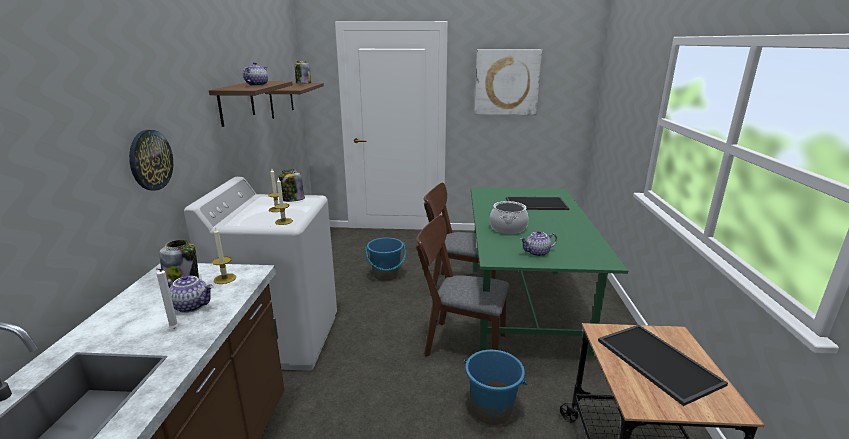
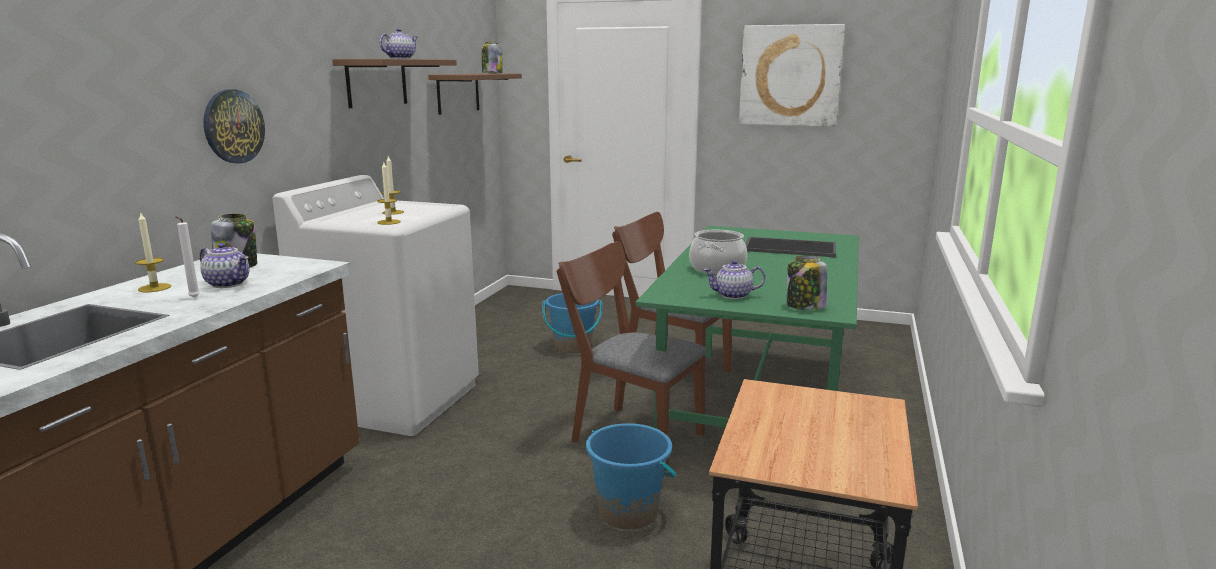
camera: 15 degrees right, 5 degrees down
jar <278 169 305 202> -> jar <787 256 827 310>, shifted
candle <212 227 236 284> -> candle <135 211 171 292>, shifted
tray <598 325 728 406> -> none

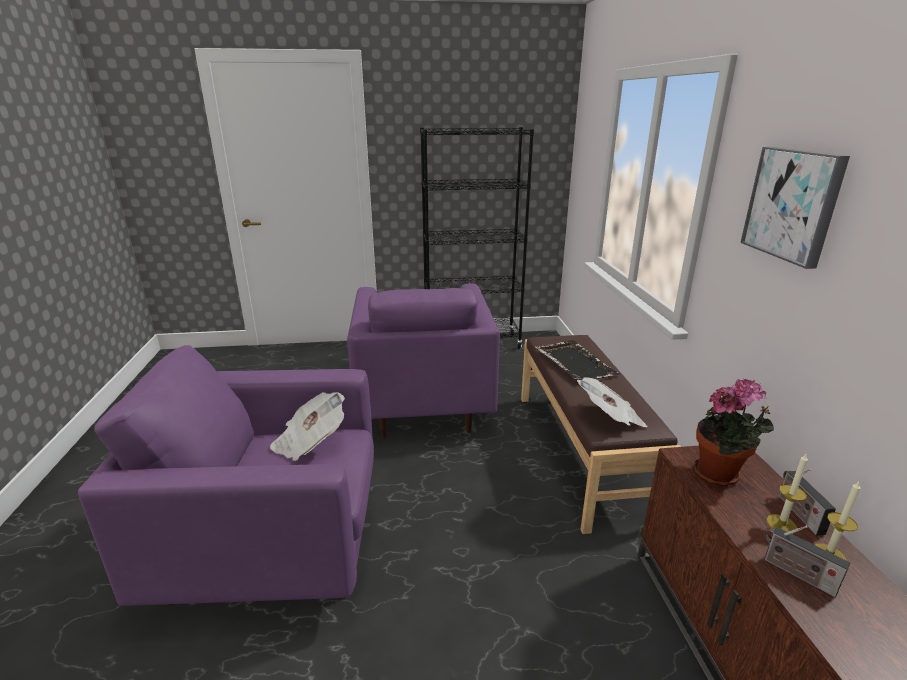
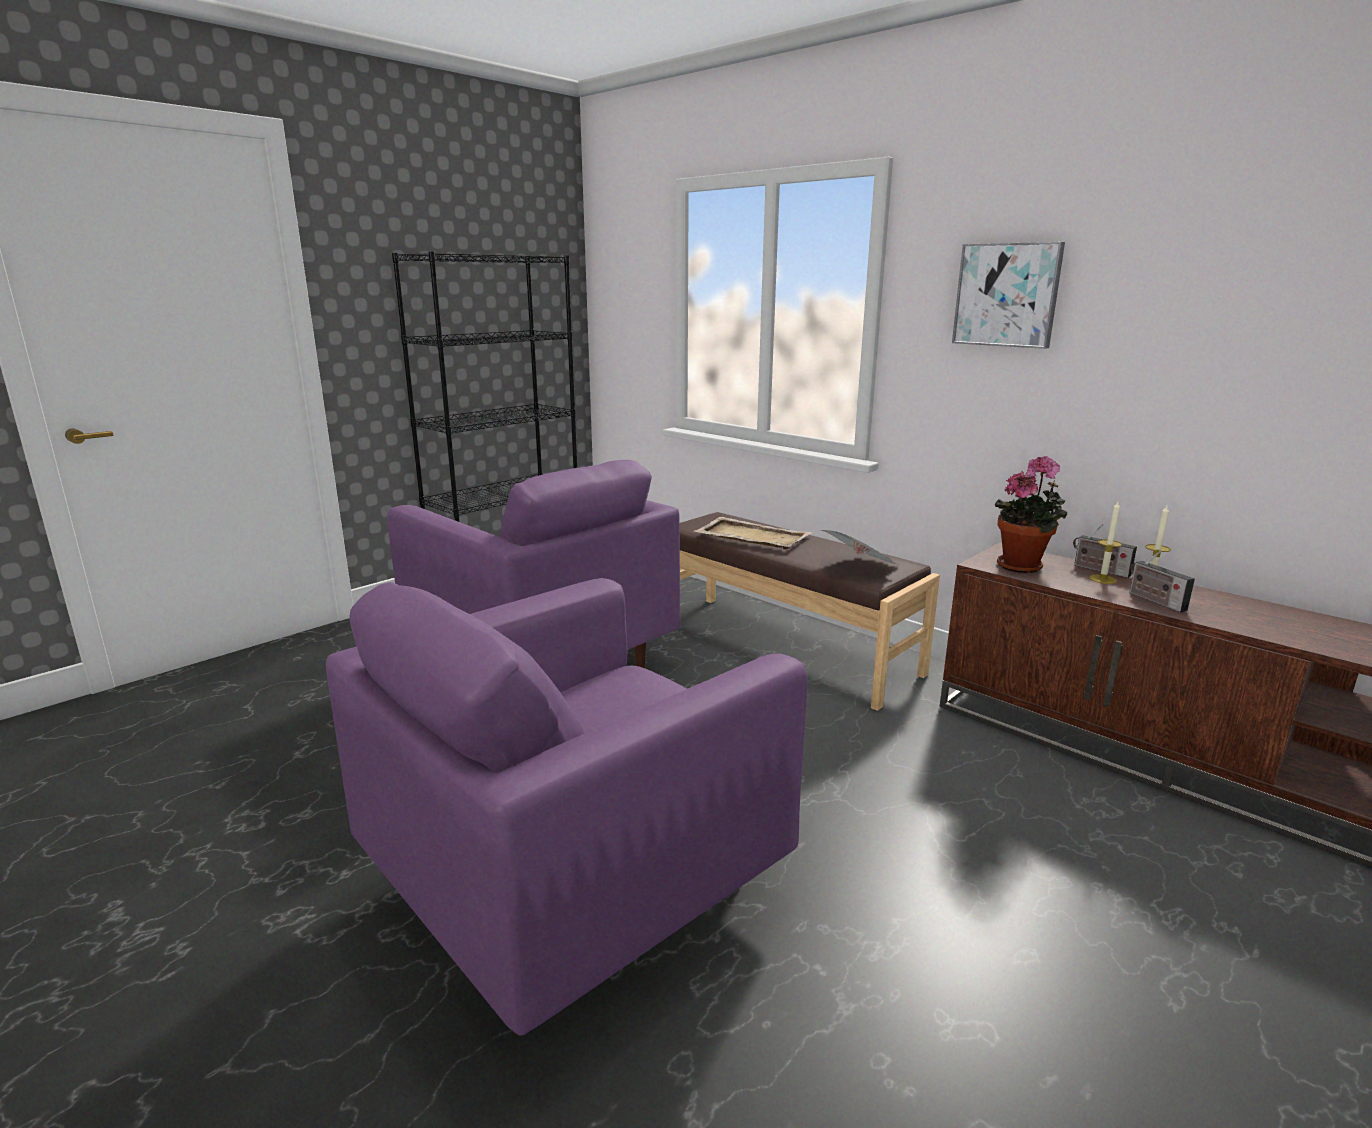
camera: 40 degrees left, 5 degrees down
black tray <535 340 621 381> -> beige tray <694 517 812 549>
newspaper <270 392 345 461> -> none
radio <764 526 850 597> -> radio <1129 550 1195 613>, 60 degrees clockwise

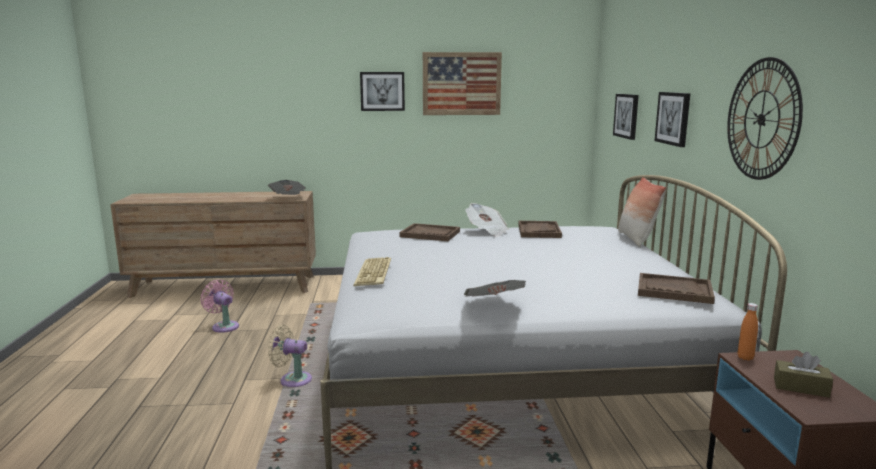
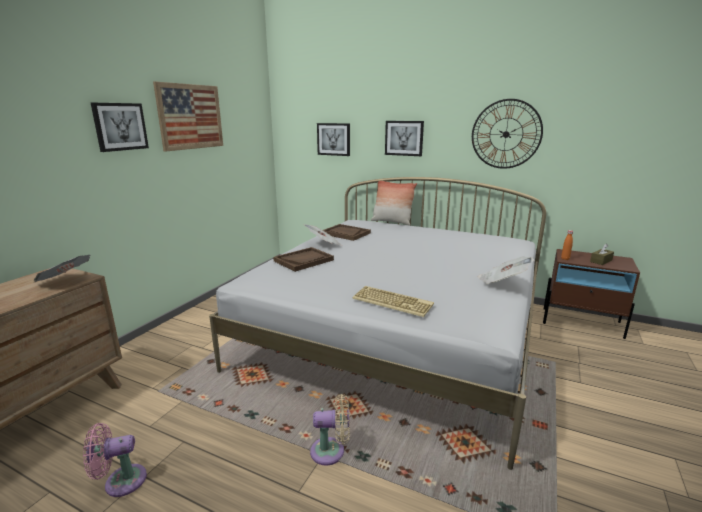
camera: 60 degrees left, 5 degrees up
brown tray <638 273 715 304> -> none
beige fan <268 325 312 387> -> beige fan <310 394 350 466>, 135 degrees counterclockwise

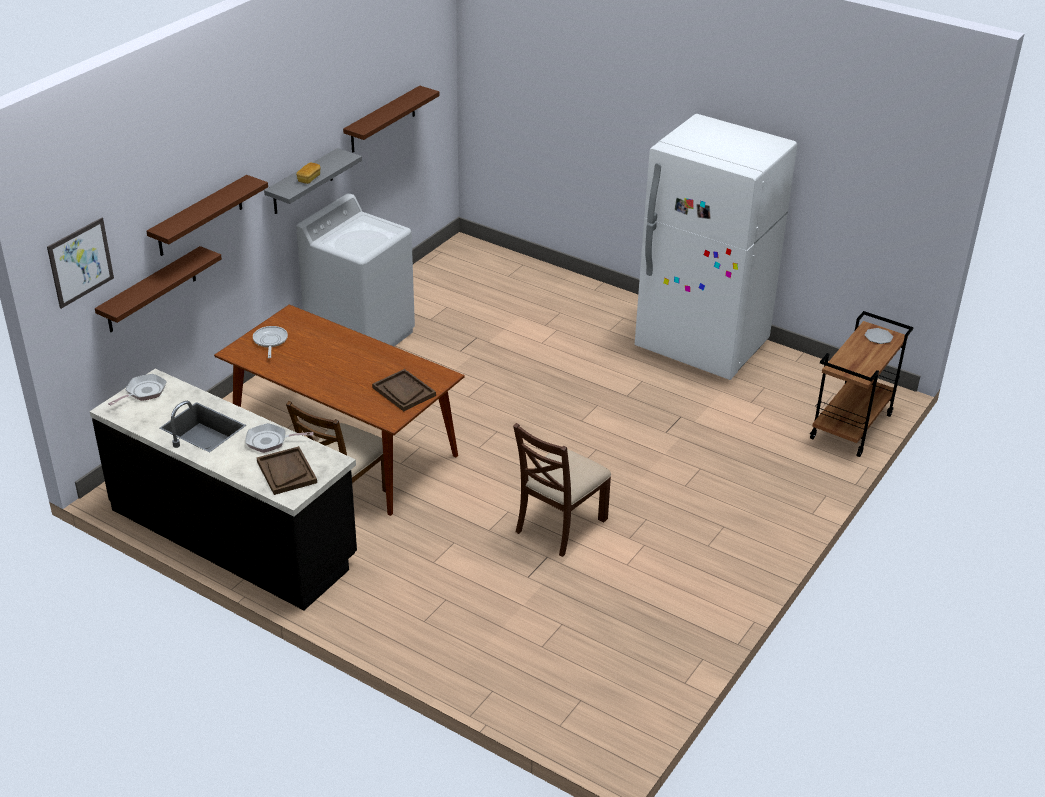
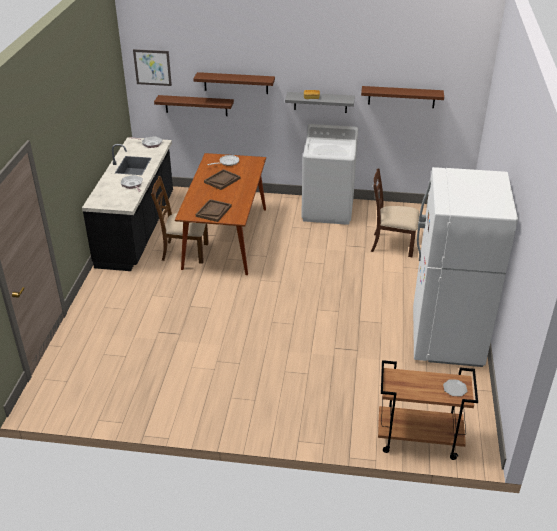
camera: 65 degrees right, 0 degrees up
brown chair <513 423 611 557> -> brown chair <371 168 419 257>, shifted
brown tray <257 446 317 495> -> brown tray <204 169 240 190>, shifted

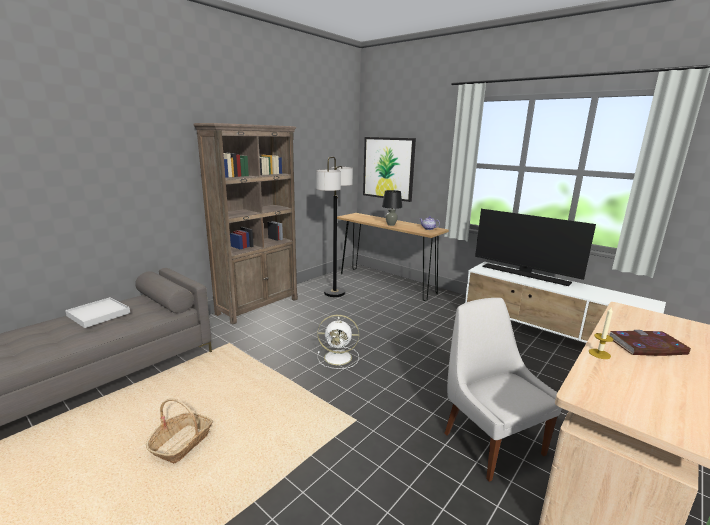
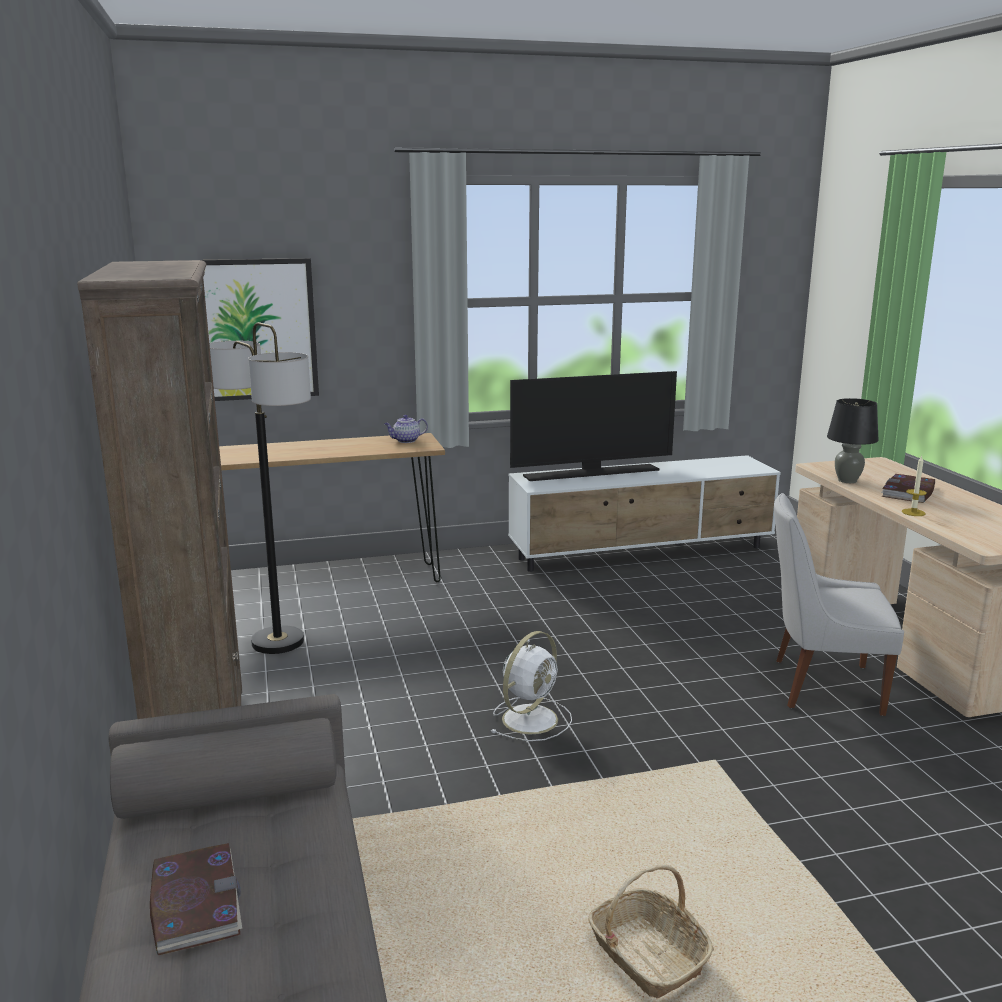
camera: 55 degrees left, 0 degrees up
black table lamp <382 190 402 226> -> black table lamp <827 398 879 483>, shifted
white tray <65 297 130 328> -> book <150 843 242 955>

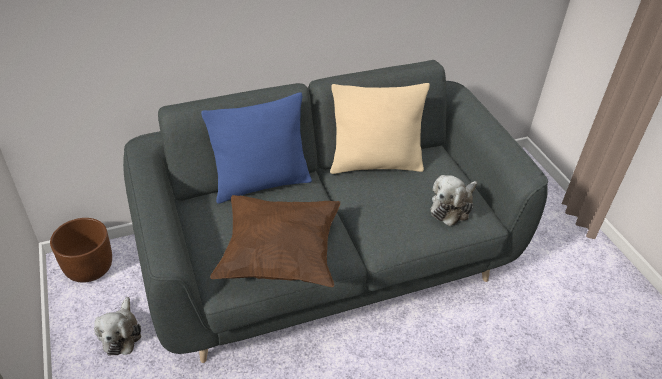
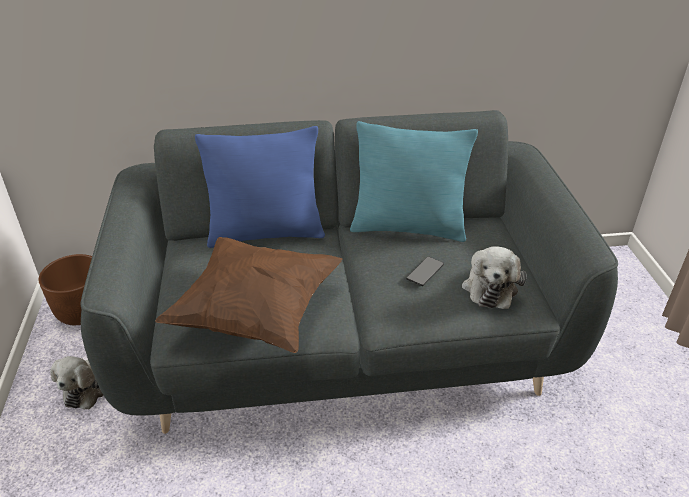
camera: 15 degrees right, 5 degrees down
beige pillow <330 83 430 174> -> turquoise pillow <350 121 478 242>
plush toy <430 175 477 226> -> plush toy <462 246 526 309>, 45 degrees counterclockwise
none -> phone <406 256 444 286>

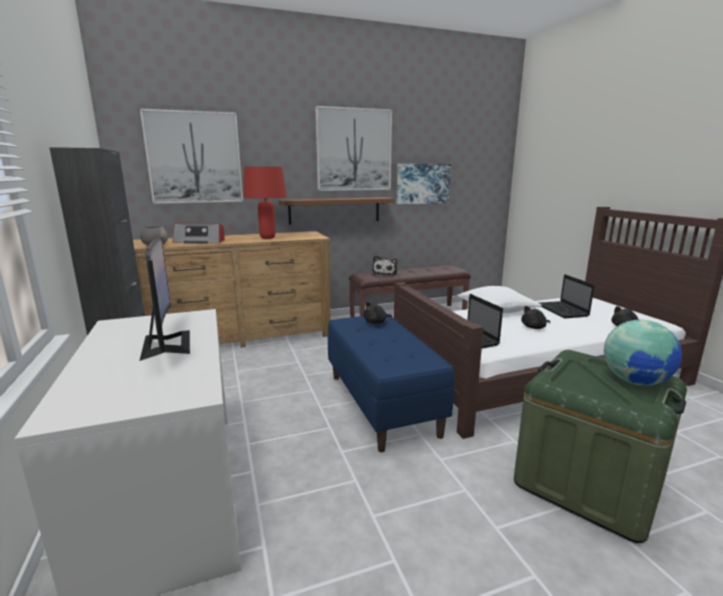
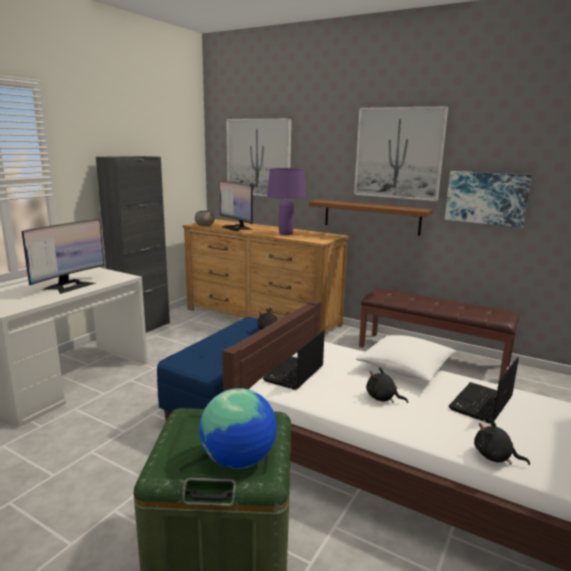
camera: 50 degrees right, 0 degrees up
red table lamp <243 167 287 239> -> purple table lamp <267 168 306 235>
radio <172 223 224 244> -> monitor <220 181 253 231>
plush toy <373 255 397 276> -> none

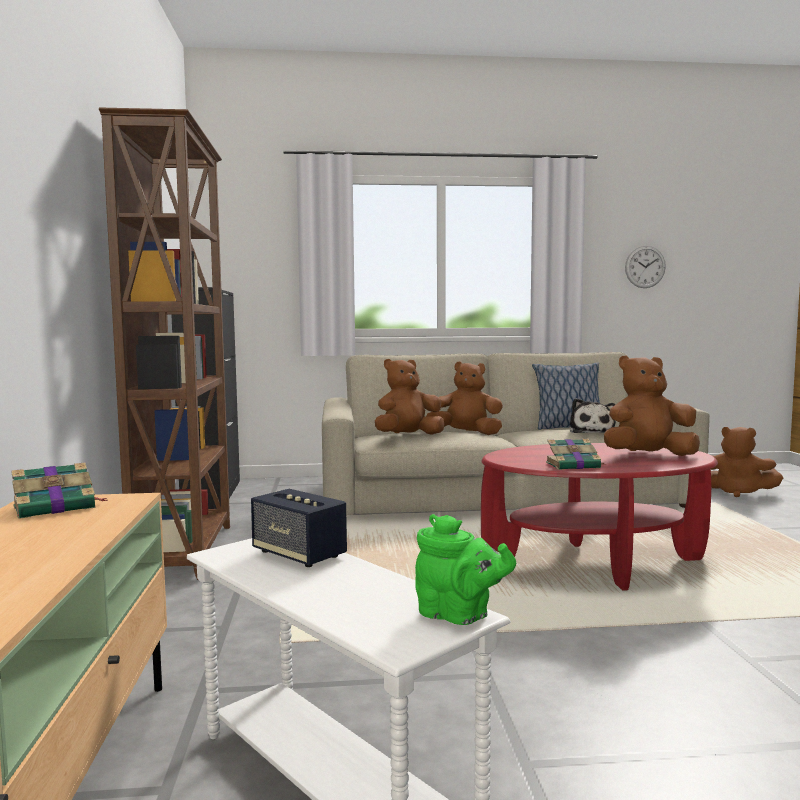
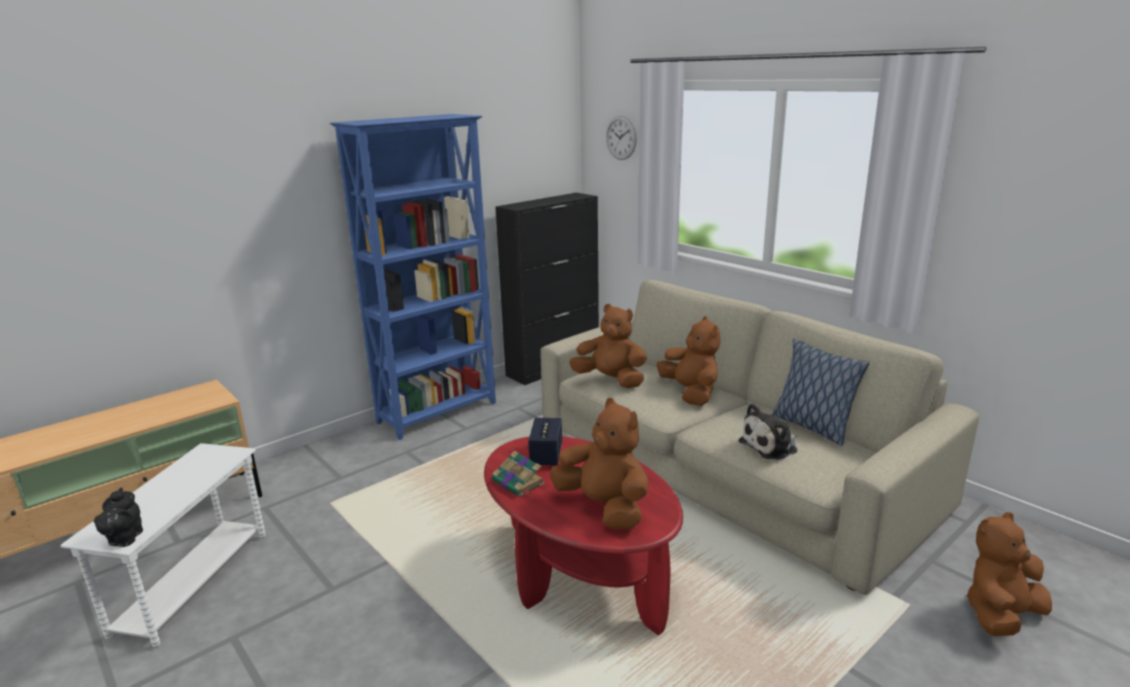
camera: 55 degrees right, 15 degrees up
brown bookcase <99 107 230 580> -> blue bookcase <330 114 496 440>
wall clock <625 246 666 288> -> wall clock <606 116 637 160>, shifted
brown plush toy <711 427 783 497> -> brown plush toy <967 512 1052 636>, 60 degrees clockwise
book <11 462 107 519> -> none
speaker <251 489 347 567> -> speaker <529 418 562 466>, shifted
green teapot <415 514 516 625> -> black teapot <93 487 143 547>

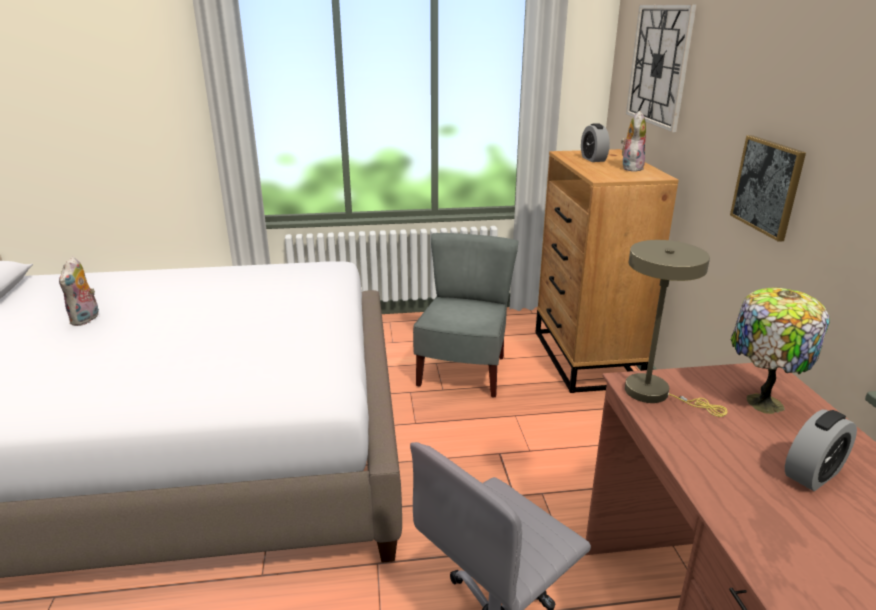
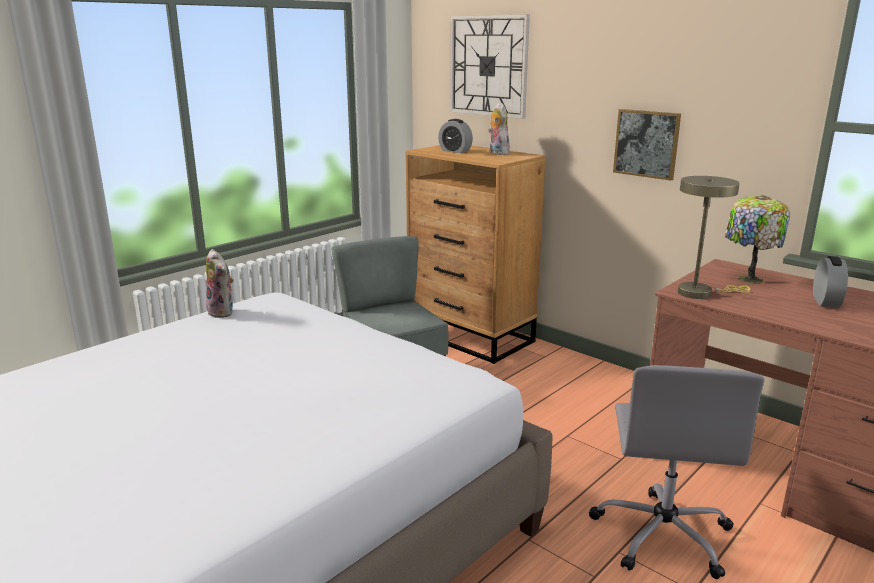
camera: 40 degrees left, 5 degrees down
plush toy <59 257 99 326> -> plush toy <206 249 234 318>, shifted

